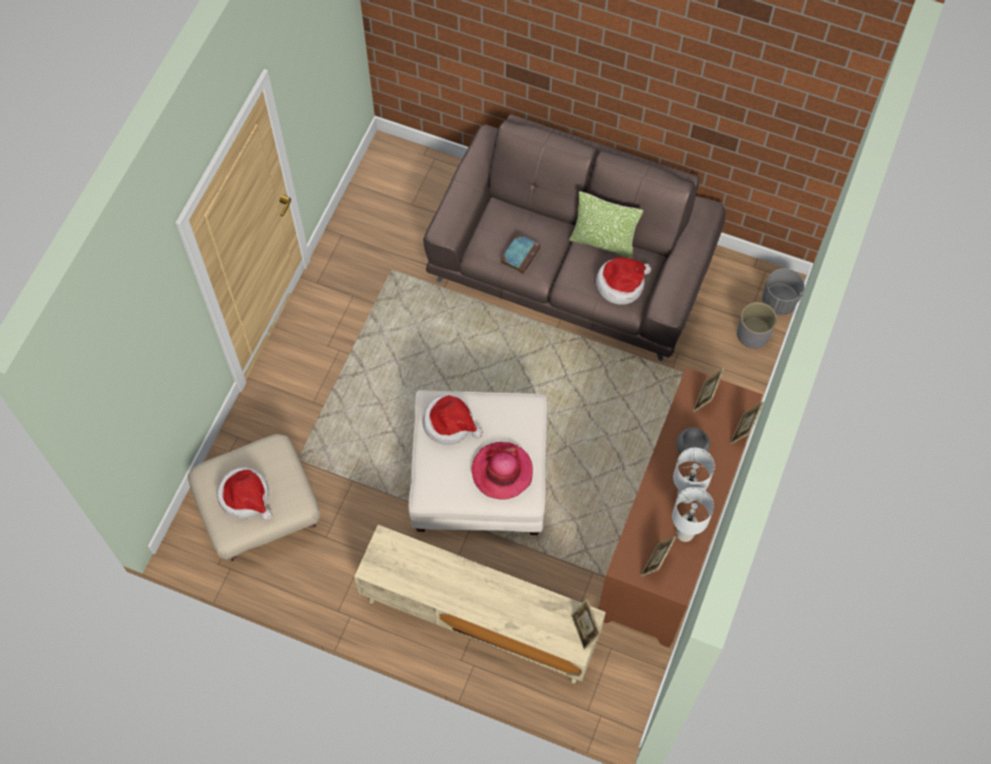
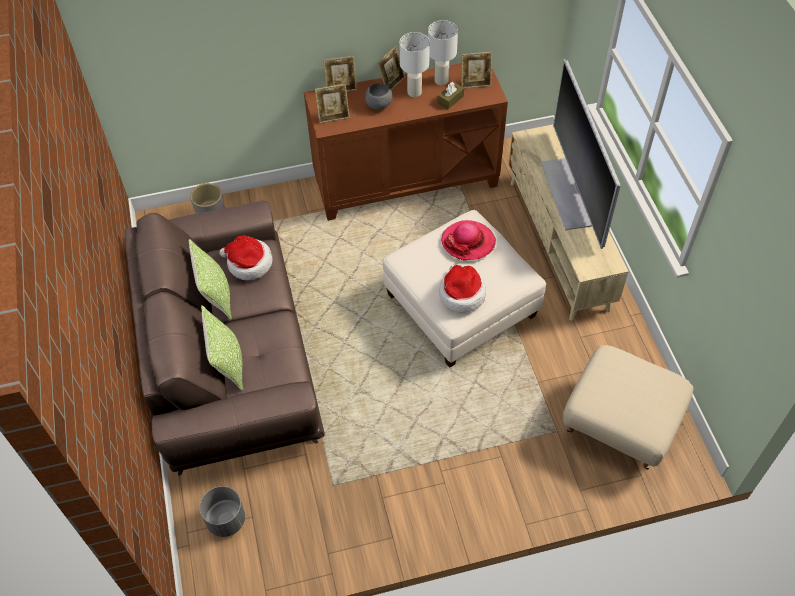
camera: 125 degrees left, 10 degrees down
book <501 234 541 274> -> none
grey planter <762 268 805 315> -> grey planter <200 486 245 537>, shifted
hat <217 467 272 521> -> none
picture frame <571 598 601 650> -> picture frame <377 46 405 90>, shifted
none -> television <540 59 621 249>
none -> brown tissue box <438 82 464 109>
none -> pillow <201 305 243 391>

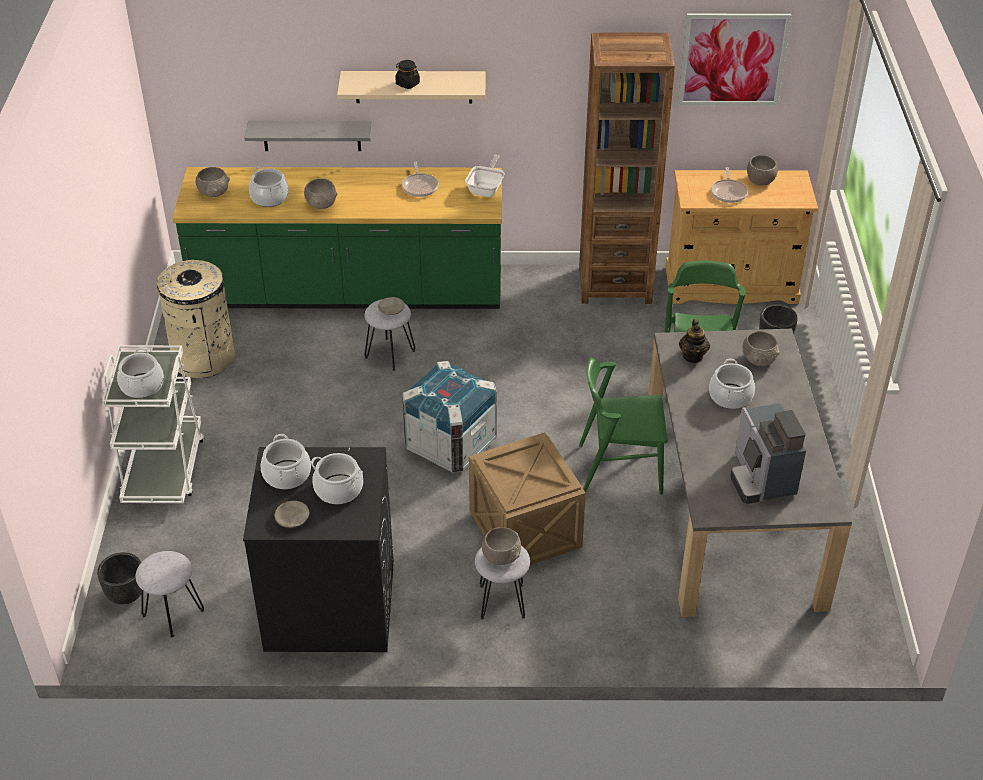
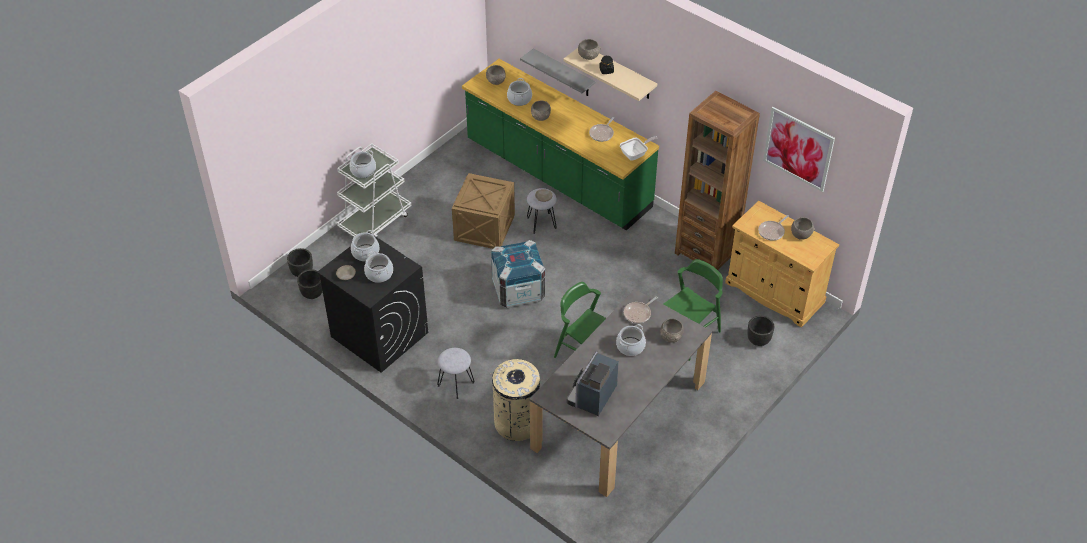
camera: 40 degrees right, 5 degrees up
beige trash can <155 260 235 378> -> beige trash can <491 359 540 441>, shifted
teapot <679 319 710 363> -> frying pan <624 296 658 324>
crate <469 432 586 565> -> crate <452 173 515 249>, shifted
grey bowl <482 527 521 565> -> grey bowl <578 39 601 60>, shifted
grey stool <136 551 204 637> -> black planter <297 269 323 299>

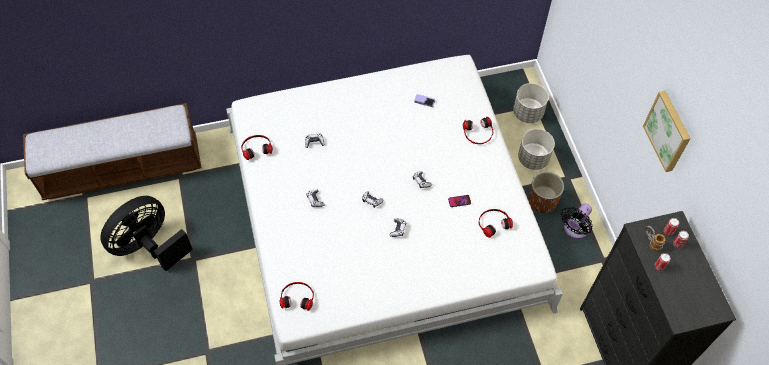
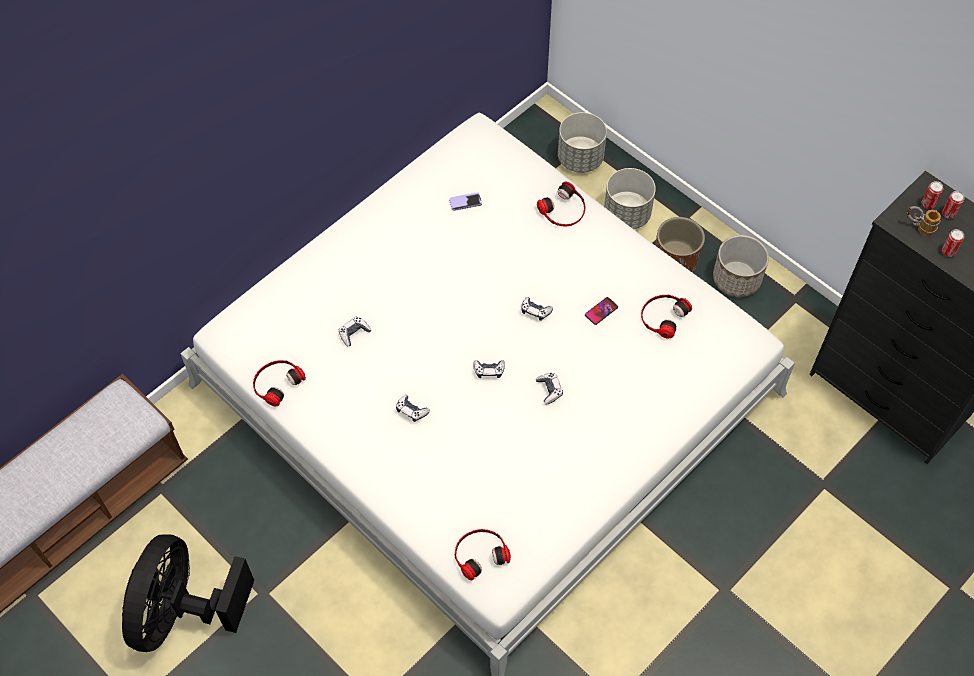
camera: 30 degrees left, 0 degrees up
picture <643 91 691 172> -> none
black fan <561 203 592 239> -> planter <713 235 769 297>

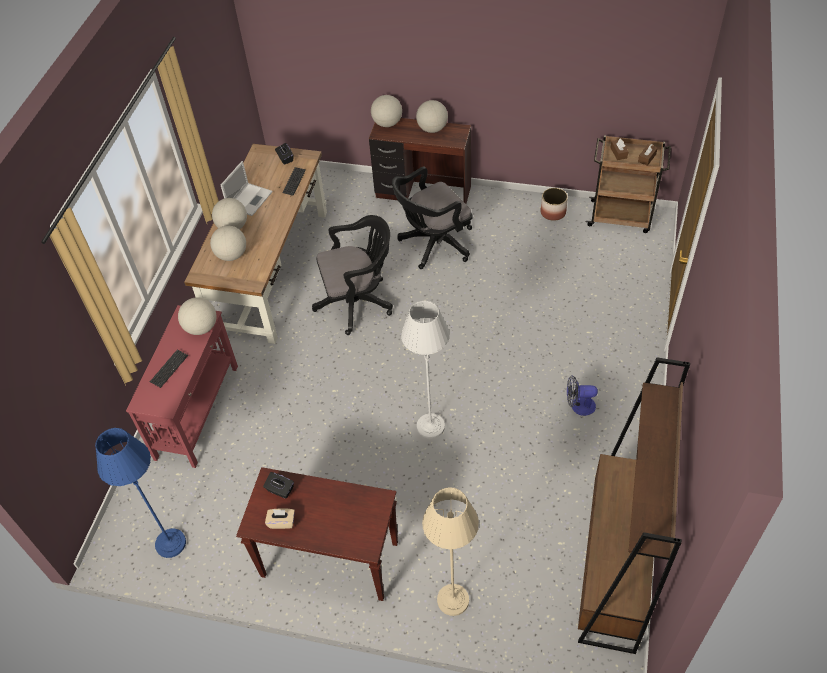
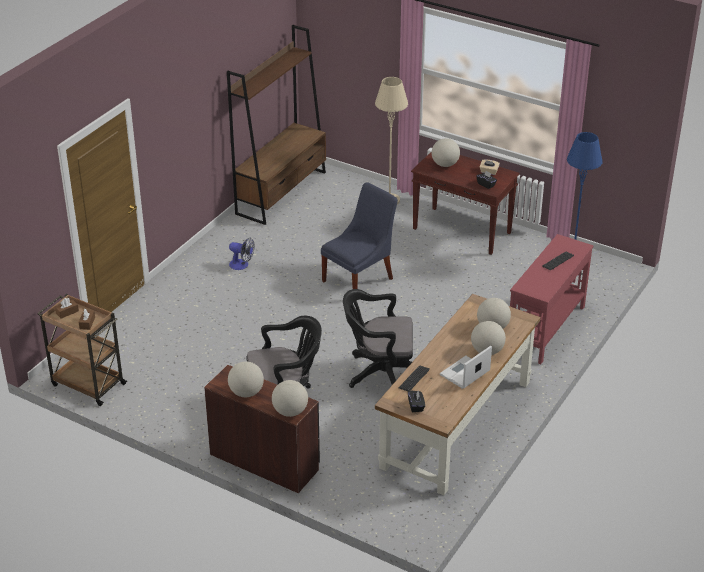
camera: 165 degrees left, 15 degrees down
planter <541 188 568 221> -> none
globe <178 297 217 335> -> globe <432 138 460 167>, shifted
grey floor lamp <401 300 450 439> -> blue chair <321 182 398 289>

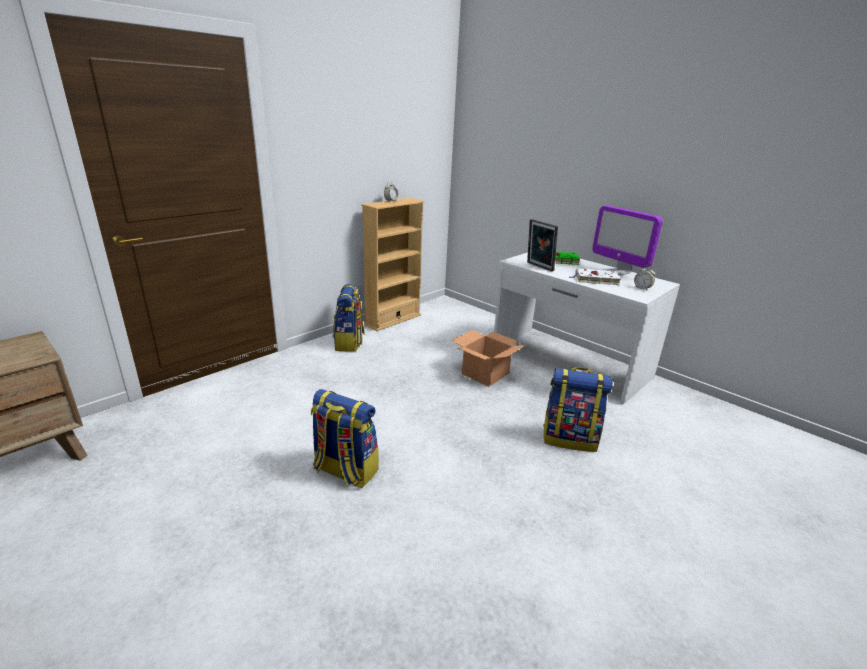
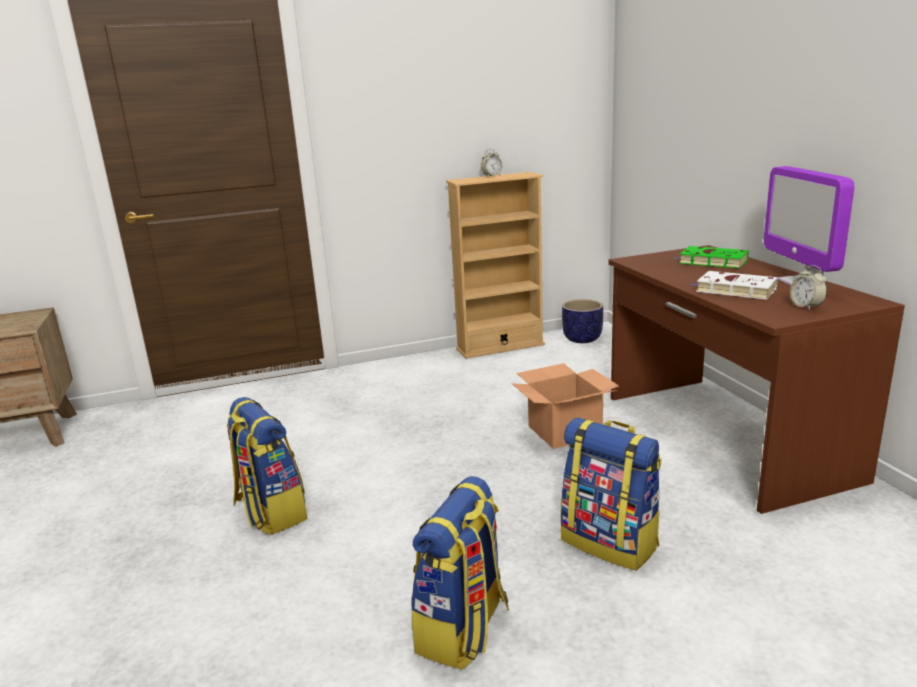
camera: 30 degrees right, 5 degrees down
picture frame <527 219 558 271> -> none
white desk <494 252 680 405> -> brown desk <608 245 905 514>
backpack <333 284 365 351> -> backpack <411 476 509 670>, shifted
none -> planter <562 299 603 343>

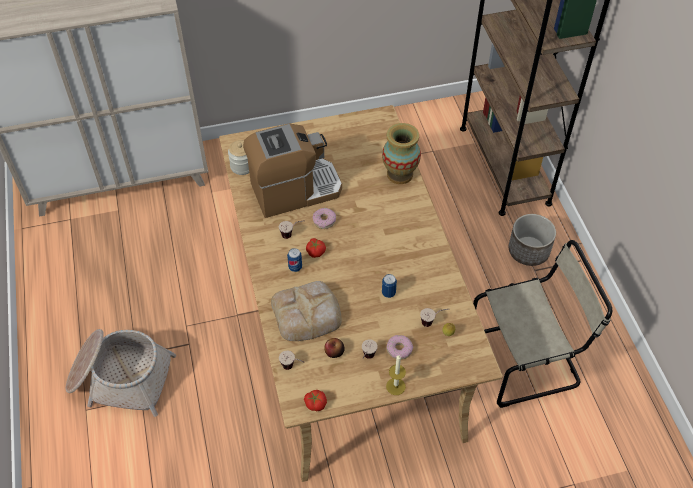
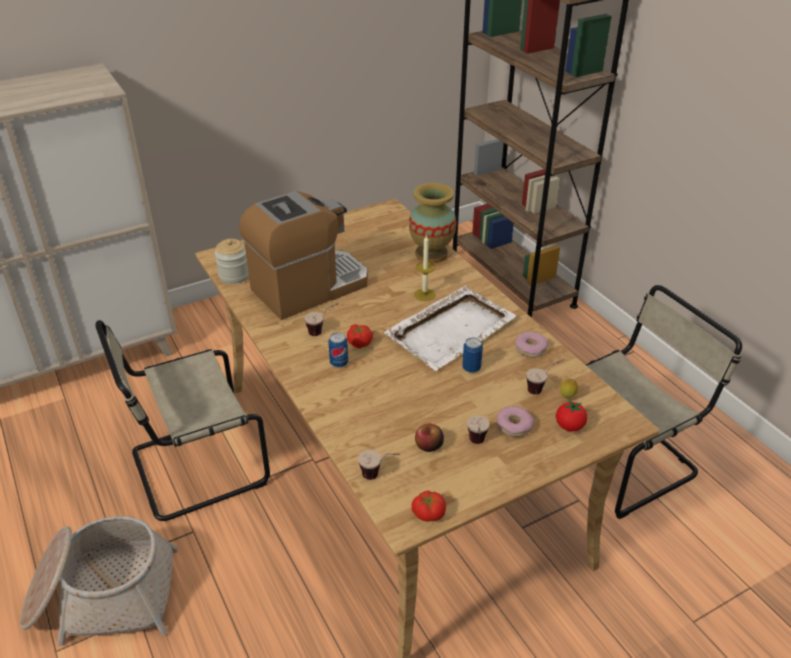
camera: 15 degrees left, 15 degrees down
donut <313 208 336 229> -> donut <515 331 548 358>, shifted
planter <509 214 556 266> -> none
bread <271 281 342 341> -> none
candle <386 355 406 395> -> candle <414 234 435 301>, shifted
none -> white tray <384 286 517 371>
none -> beige chair <95 320 270 521>
none -> tomato <556 400 587 431>

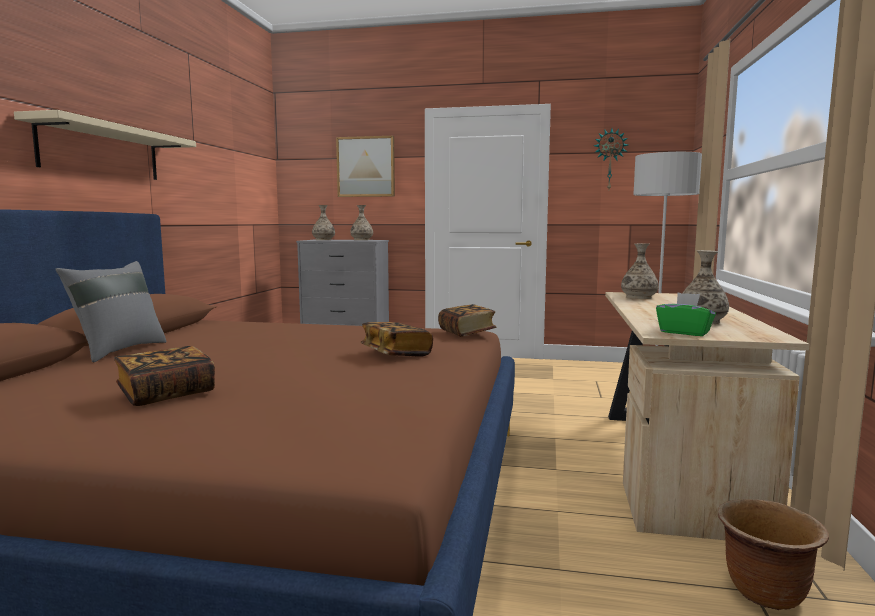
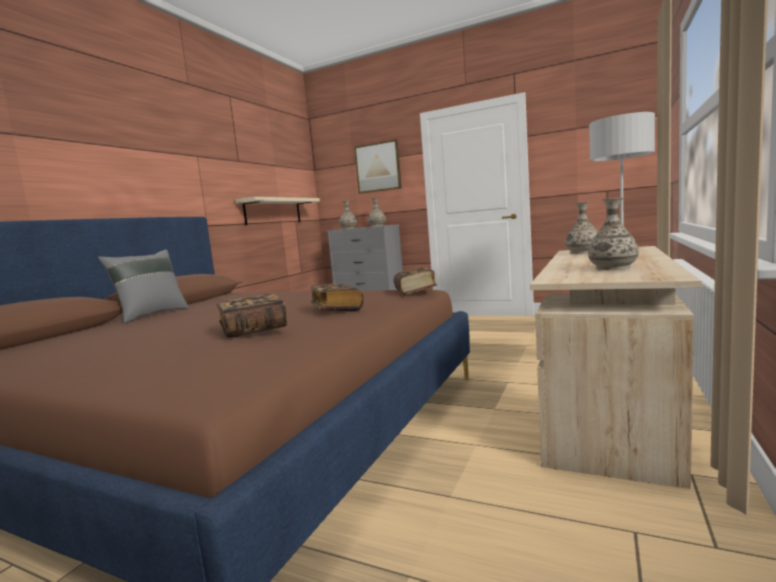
camera: 15 degrees right, 0 degrees up
beige shelf <14 110 196 180> -> beige shelf <235 197 320 225>, shifted
wall clock <594 129 628 189> -> none
green tissue box <656 293 716 336> -> none
book <114 346 215 406> -> book <216 294 287 338>, shifted
brown planter <718 499 829 610> -> none

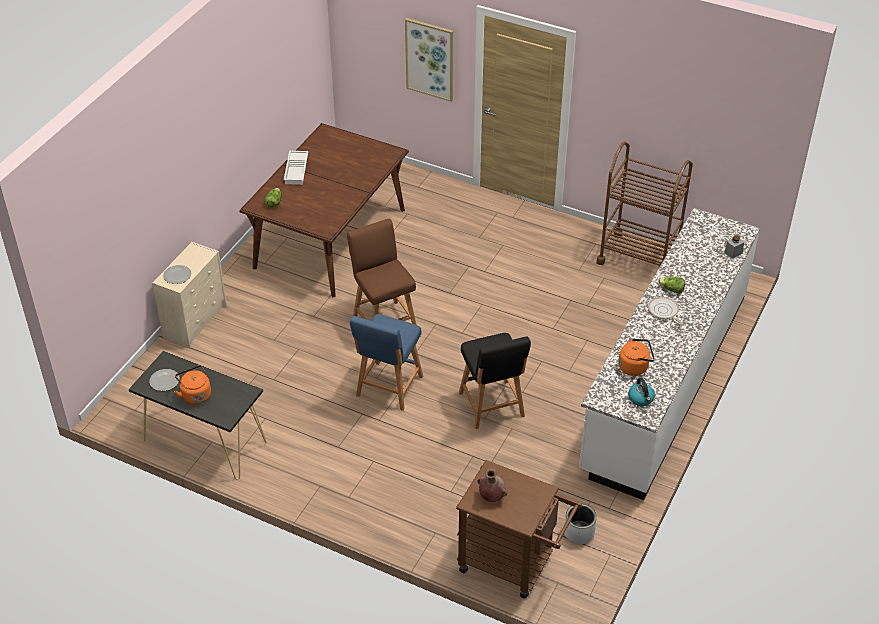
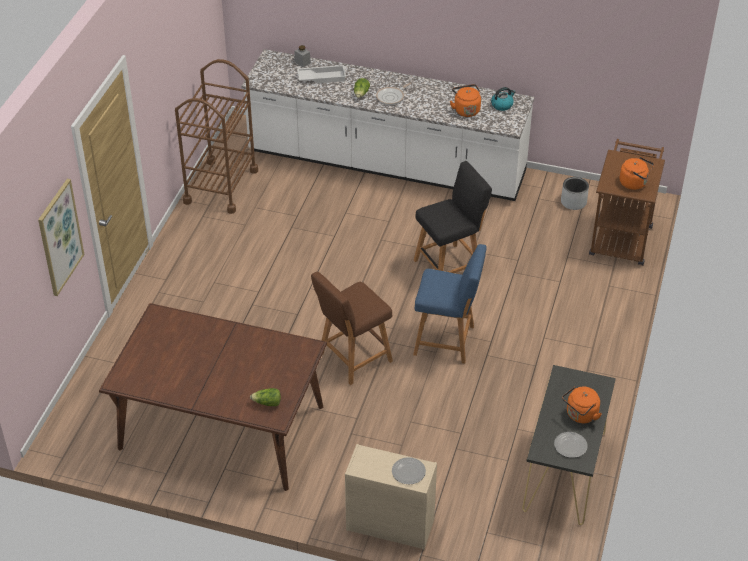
camera: 100 degrees left, 0 degrees up
white tray <284 151 308 185> -> white tray <297 65 346 83>, shifted
brown vase <478 469 507 502> -> orange kettle <619 157 654 190>

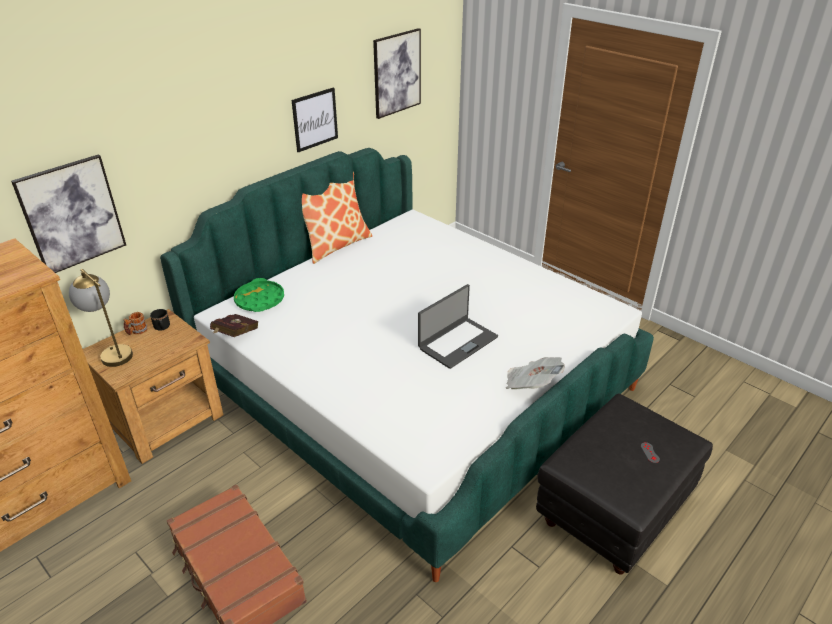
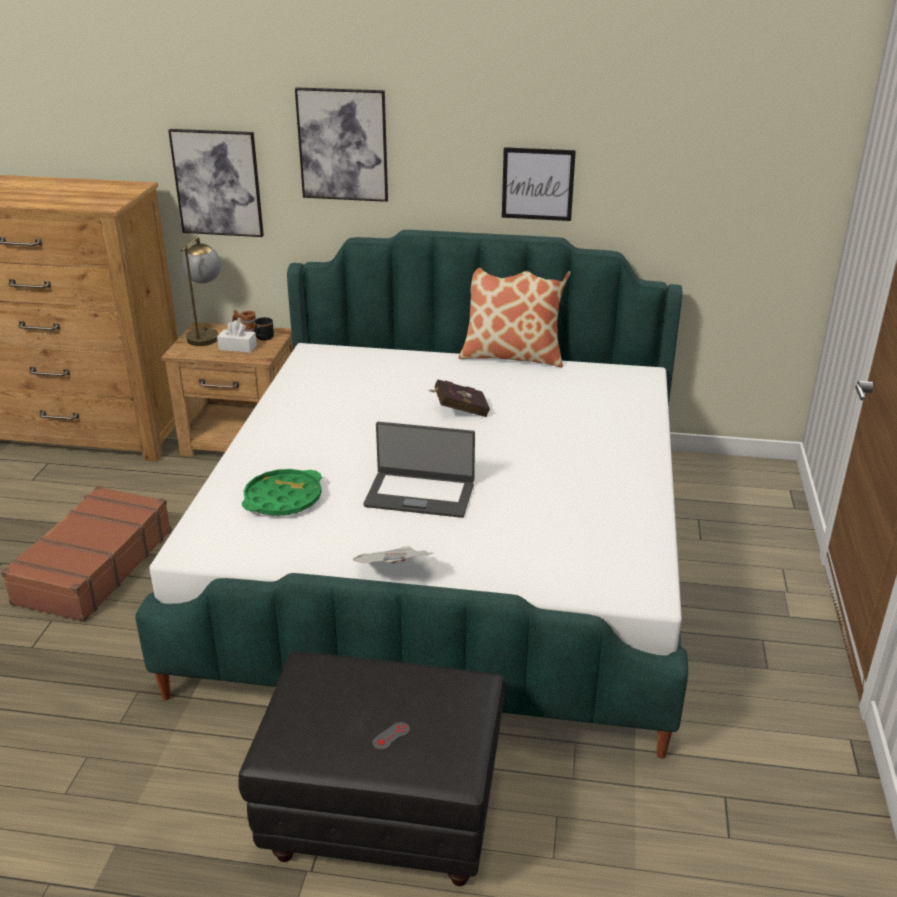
camera: 55 degrees right, 5 degrees down
picture <373 28 421 119> -> picture <295 87 388 202>, shifted
green tray <234 278 284 312> -> green tray <242 469 322 516>, shifted
red book <210 314 259 337> -> red book <428 380 490 417>, shifted
none -> white tissue box <217 320 257 353>

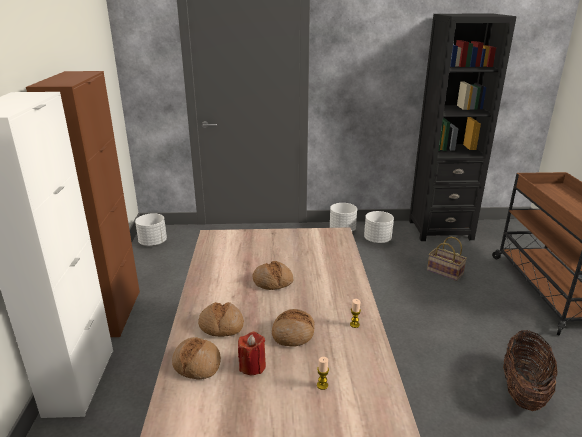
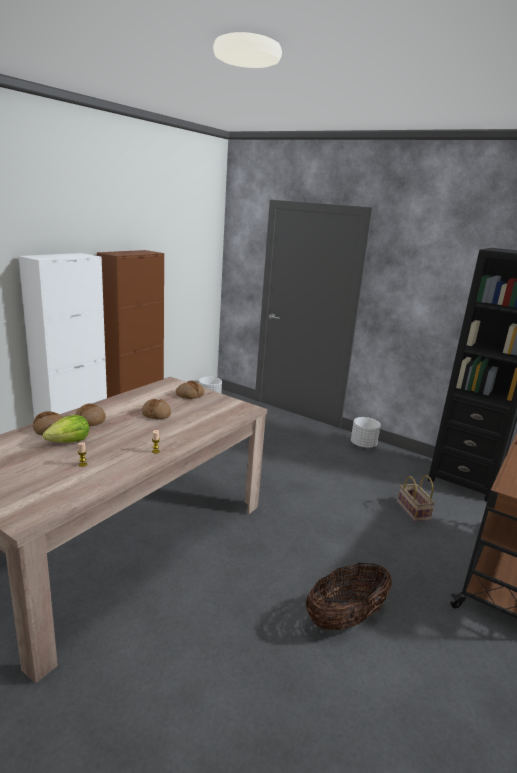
camera: 35 degrees right, 5 degrees down
white planter <364 211 394 243> -> none
bread <272 309 314 347> -> bread <176 381 205 399>, shifted
red candle <238 332 266 375> -> lettuce <43 415 89 442>

